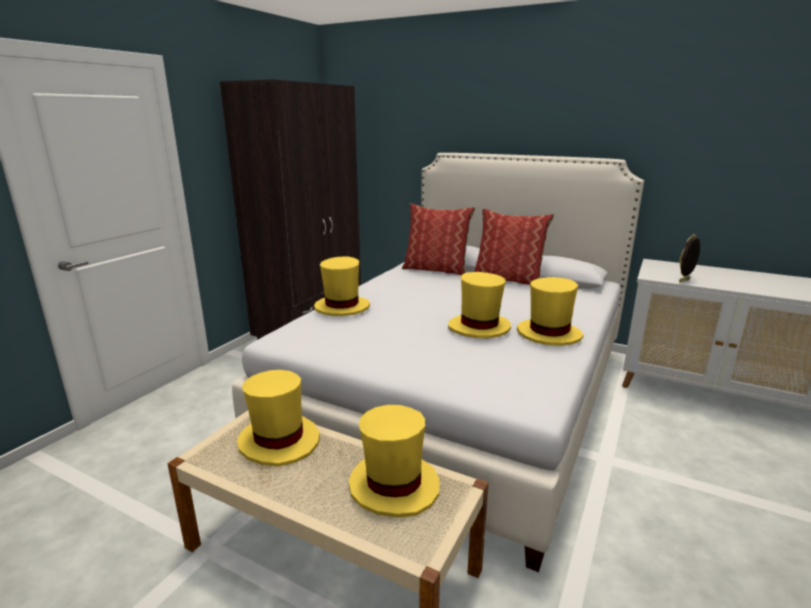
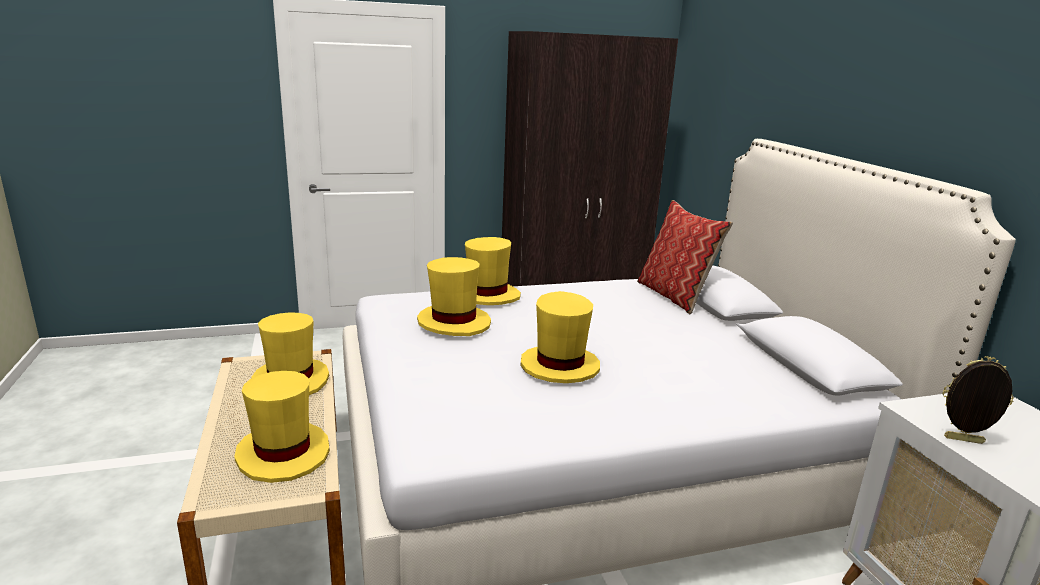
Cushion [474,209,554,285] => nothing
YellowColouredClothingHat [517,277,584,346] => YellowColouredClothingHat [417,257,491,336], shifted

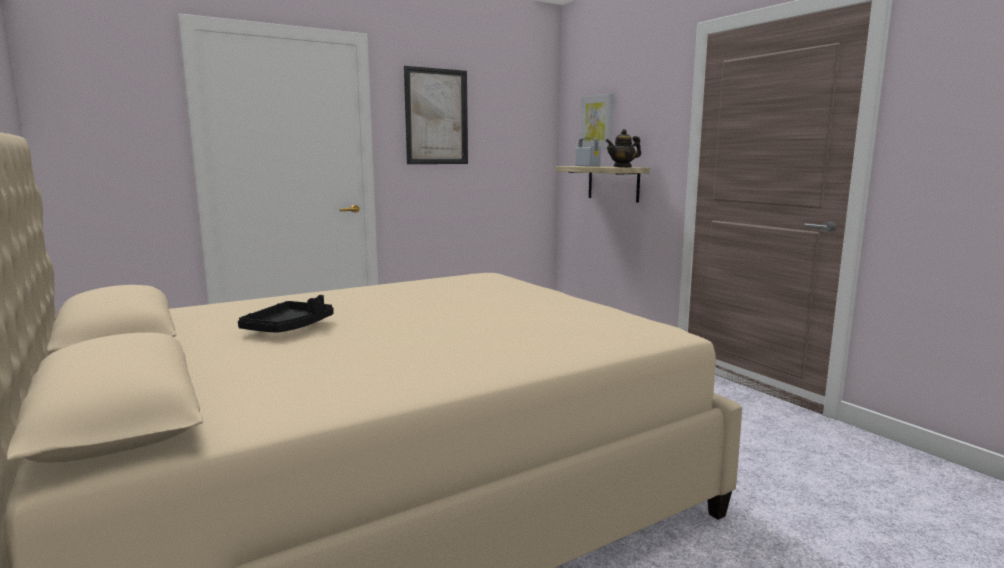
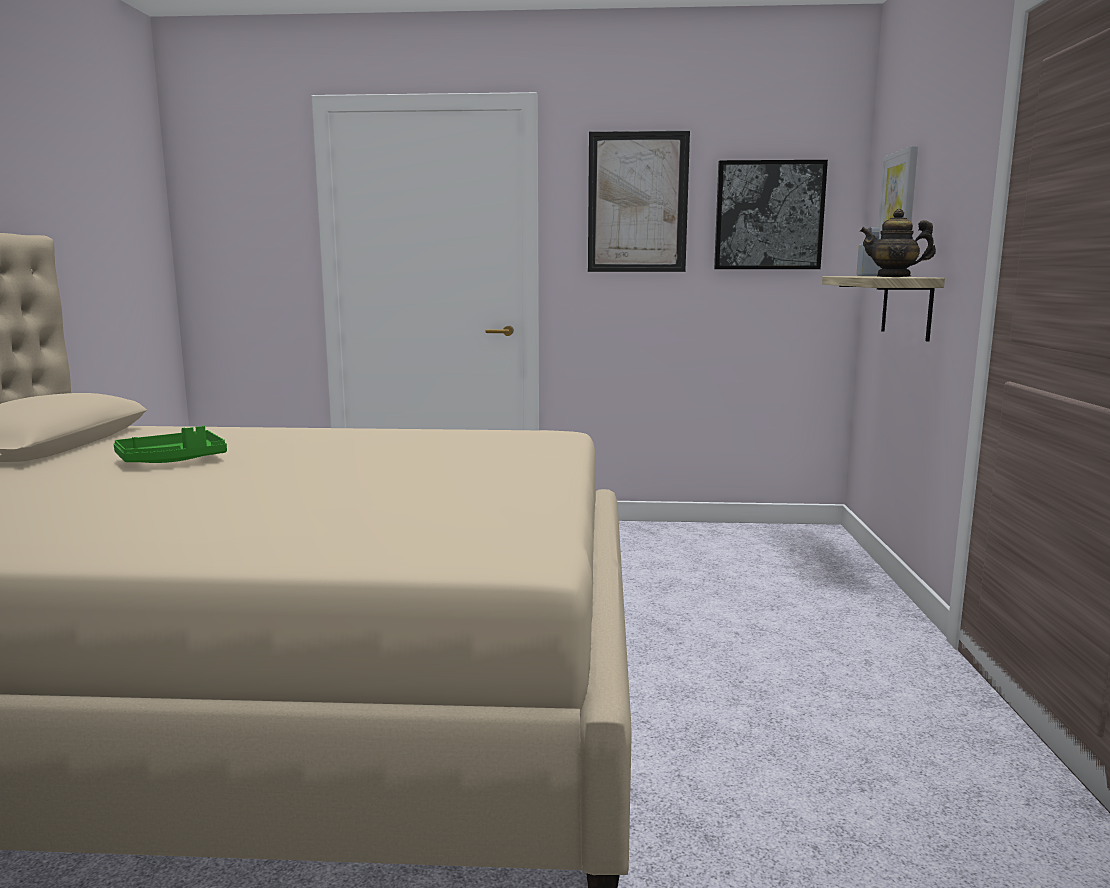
BlackishTray [238,295,334,333] => GreenColouredTray [114,426,227,463]
nothing => Picture [714,160,828,269]

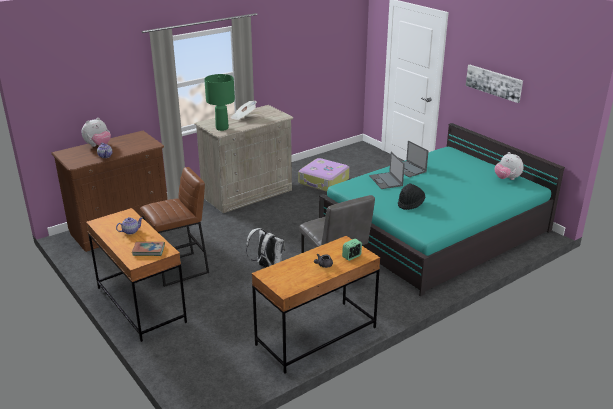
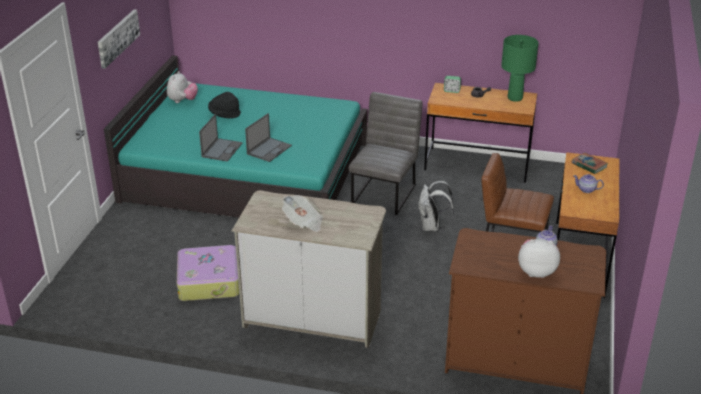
GreenColouredTabletopLamp [204,74,235,131] => GreenColouredTabletopLamp [501,35,539,102], shifted
BlackishClothingHat [398,184,425,210] => BlackishClothingHat [208,92,241,118], shifted

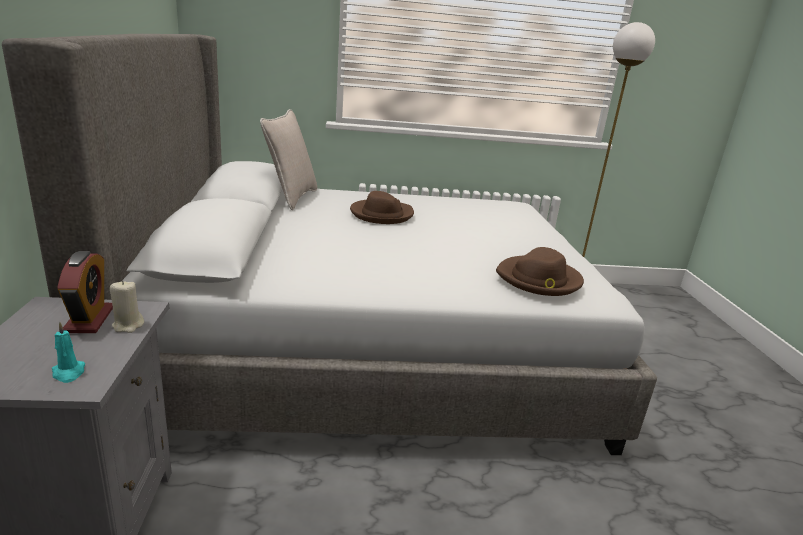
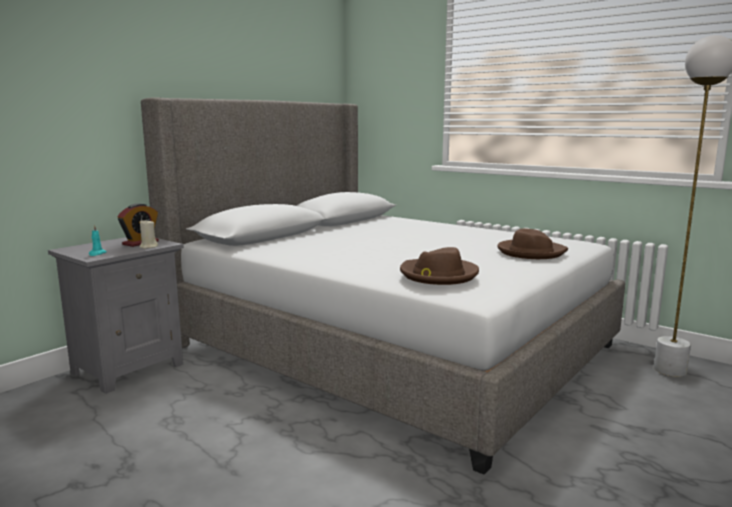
BeigeCushion [260,109,317,210] => nothing
BrownishClothingHat [350,191,414,224] => BrownishClothingHat [497,228,568,259], shifted

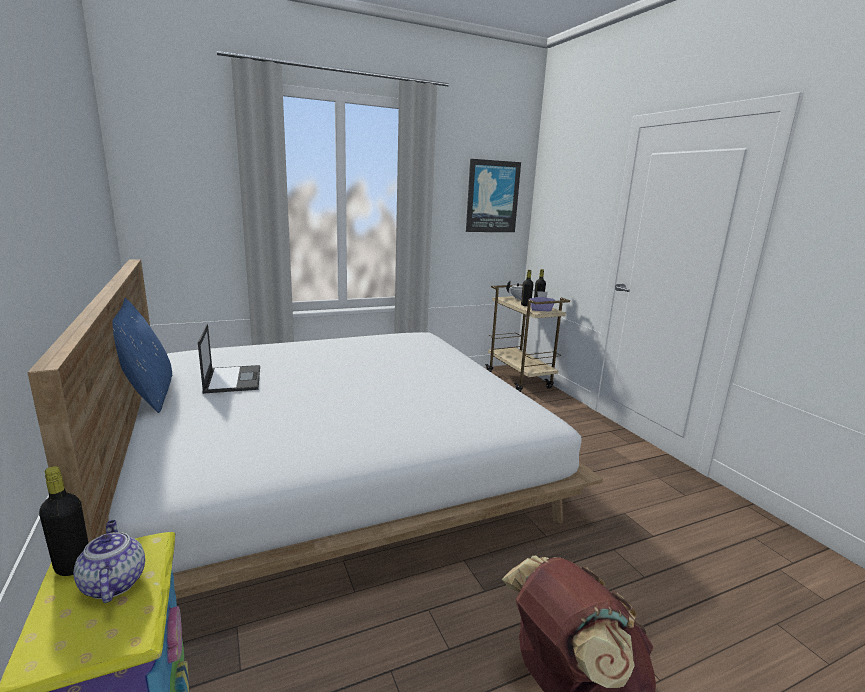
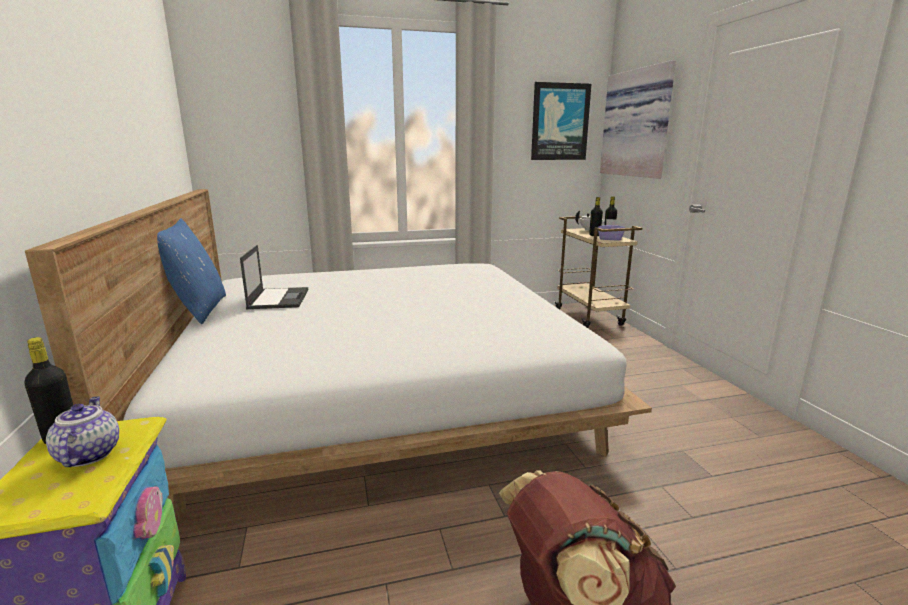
nothing => Picture [600,60,676,179]

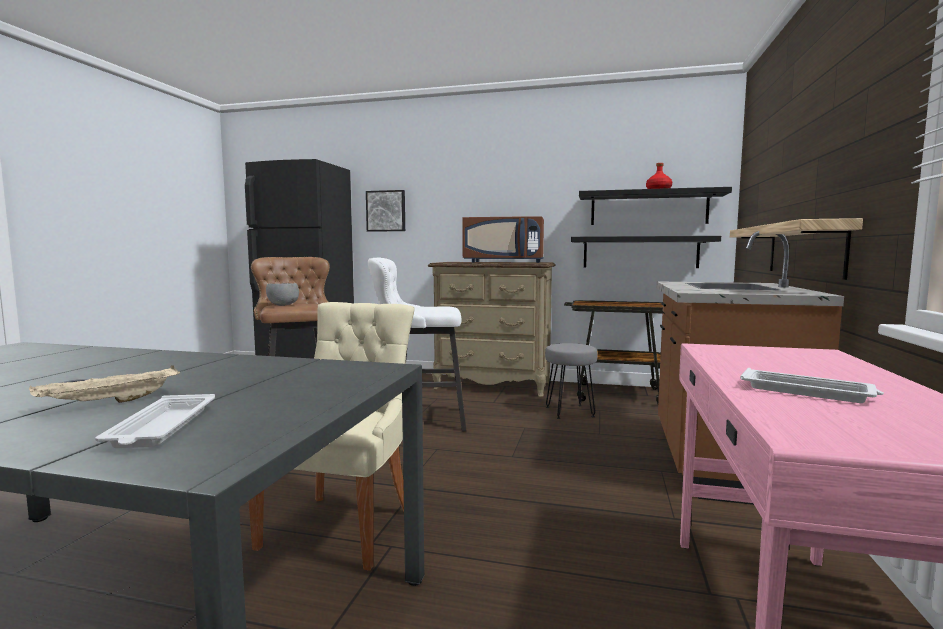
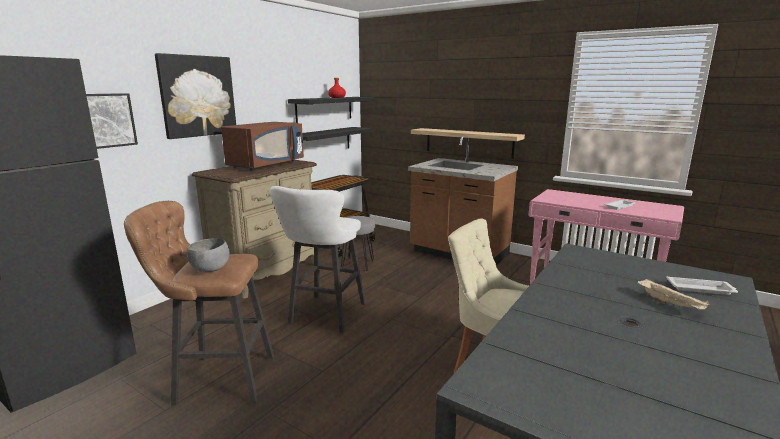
nothing => Picture [155,53,236,139]

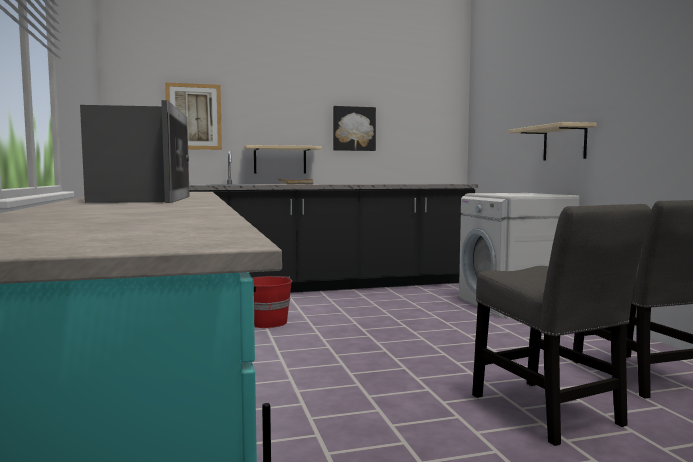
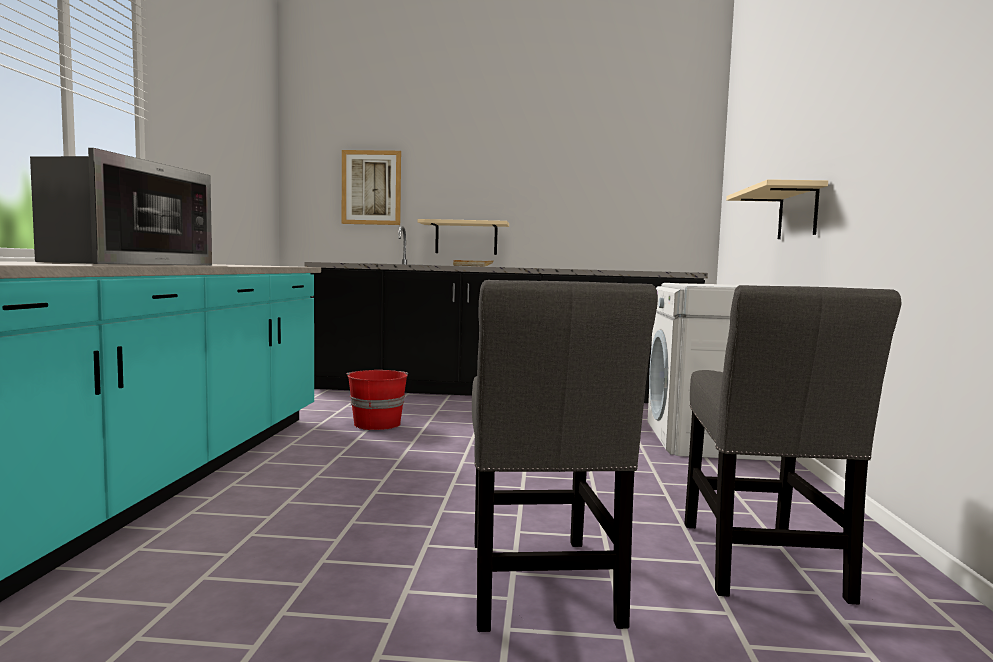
Picture [333,106,376,151] => nothing

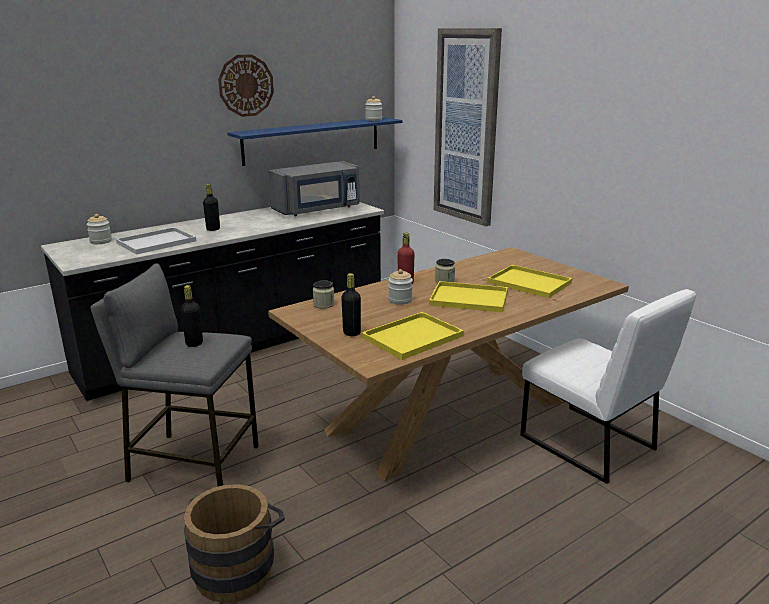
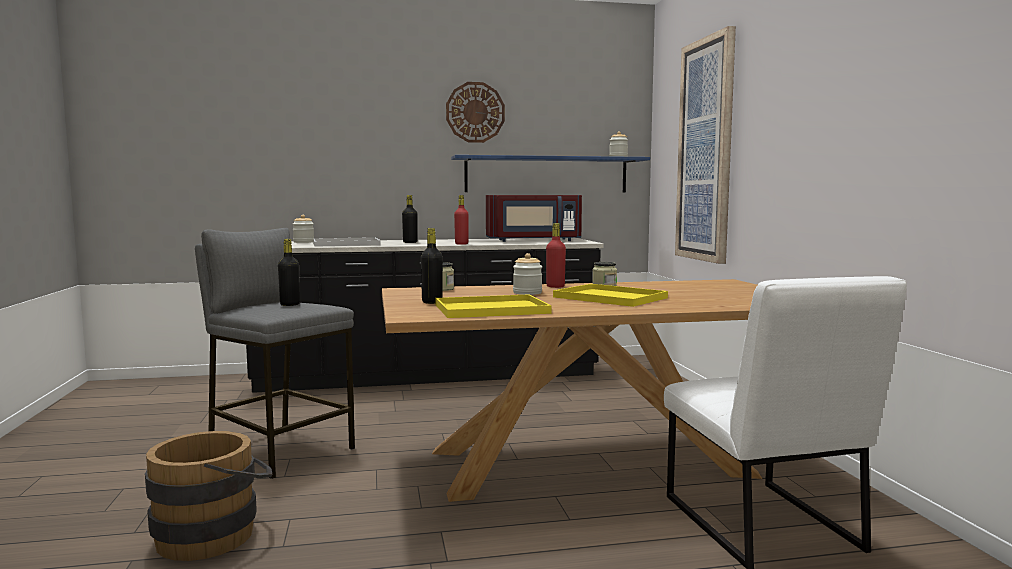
GreyishMicrowaveOven [268,161,360,216] => RedMicrowaveOven [486,195,582,242]
YellowColouredTray [487,265,572,298] => nothing
nothing => RedBottle [454,195,469,245]

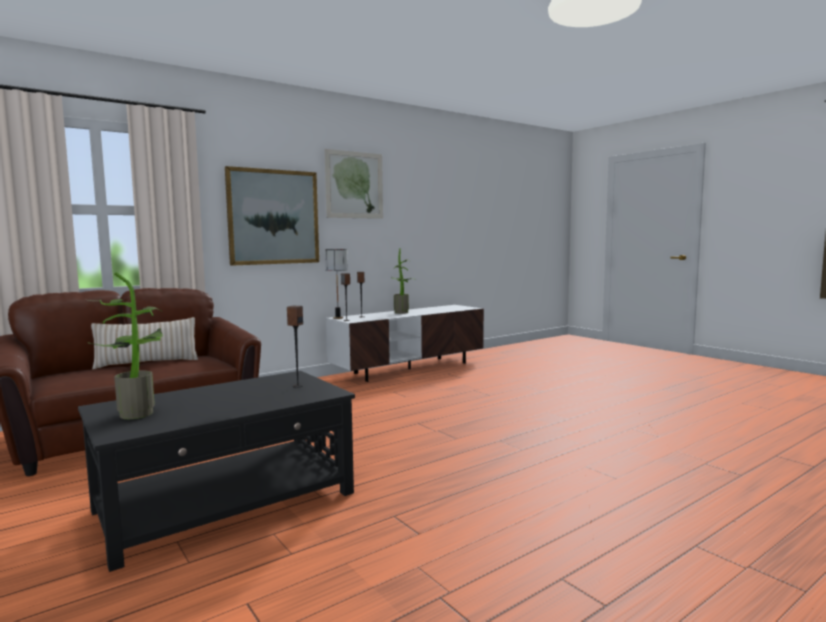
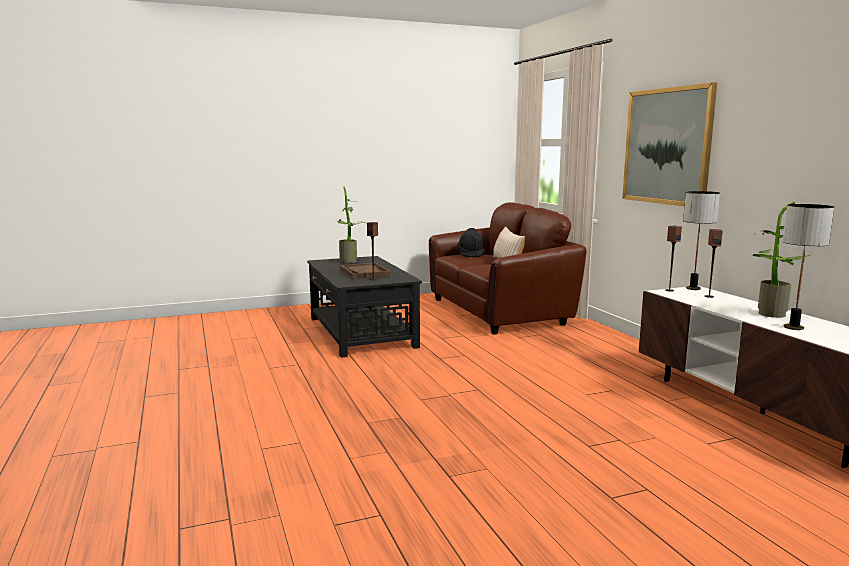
Picture [324,149,383,219] => nothing
nothing => TabletopLamp [782,204,834,330]
nothing => BlackishClothingHat [457,228,485,258]
nothing => BrownishTray [340,263,391,279]

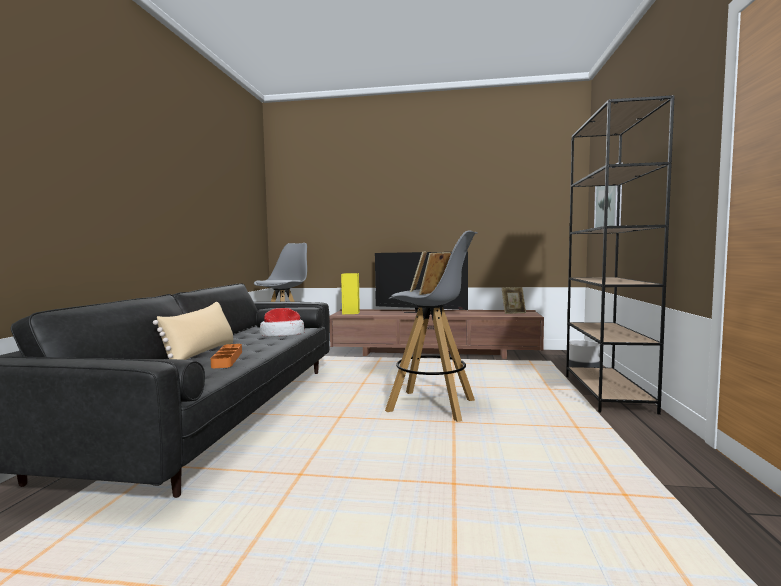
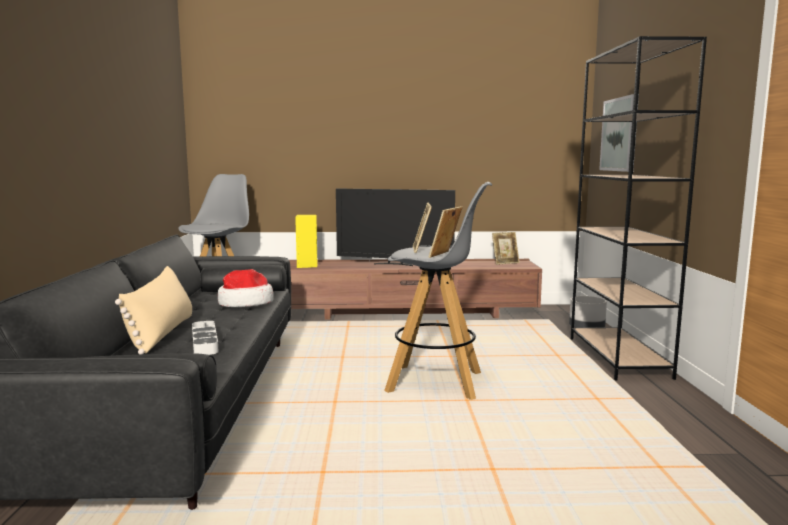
OrangeTray [211,344,242,368] => GreyishTray [192,321,219,355]

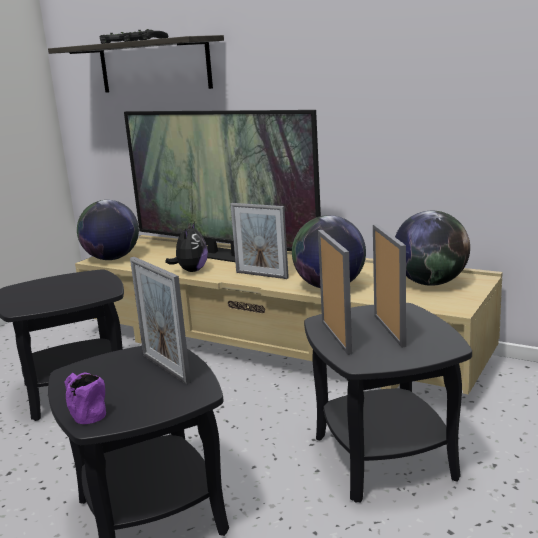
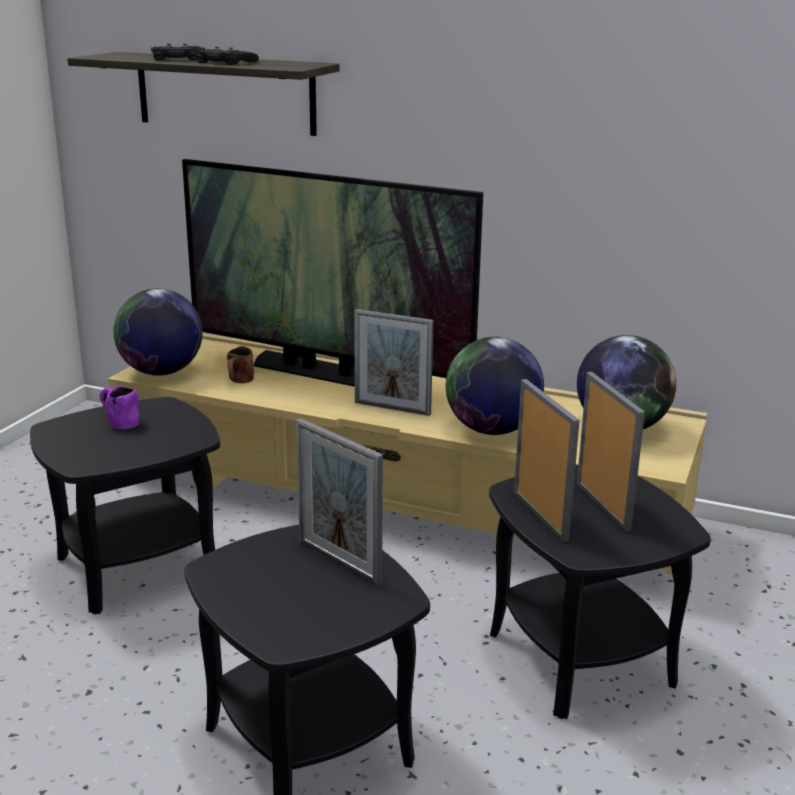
PlushToy [165,222,208,272] => nothing
PurpleColouredMug [64,372,106,424] => PurpleColouredMug [99,385,139,430], shifted
nothing => BrownishMug [227,346,254,383]

